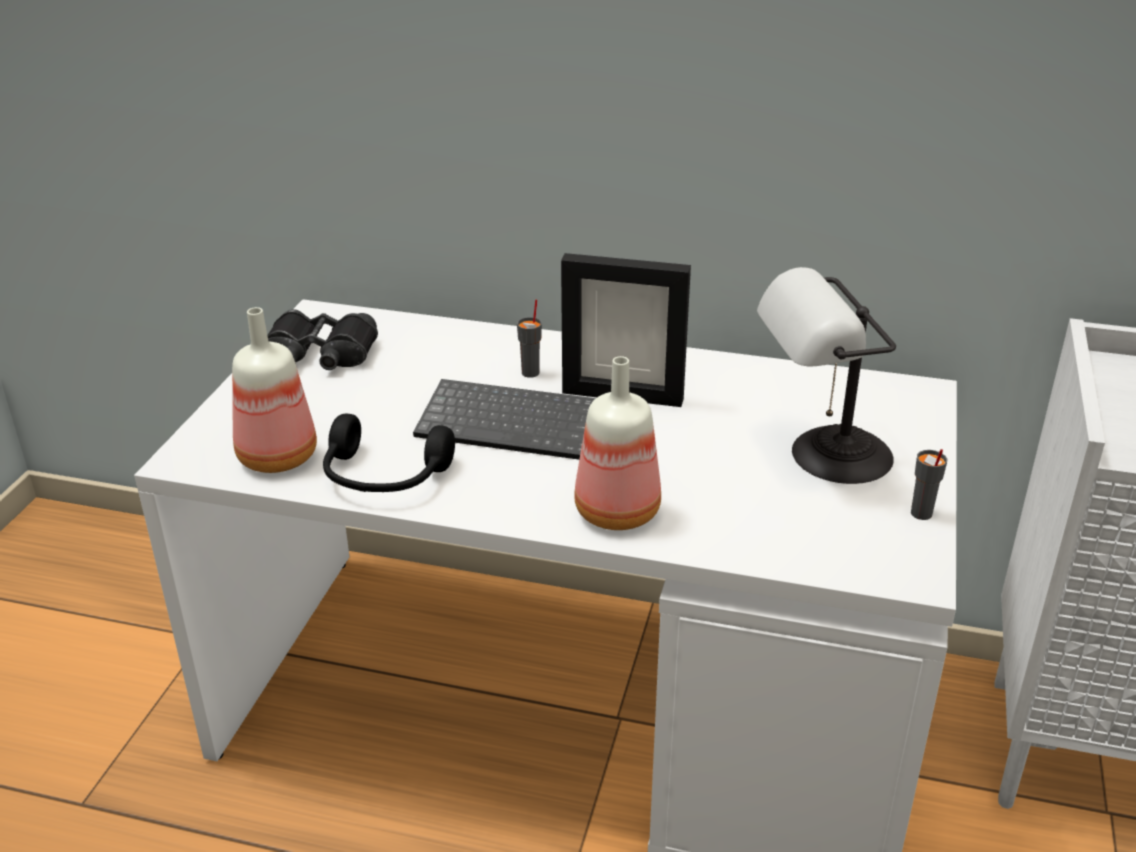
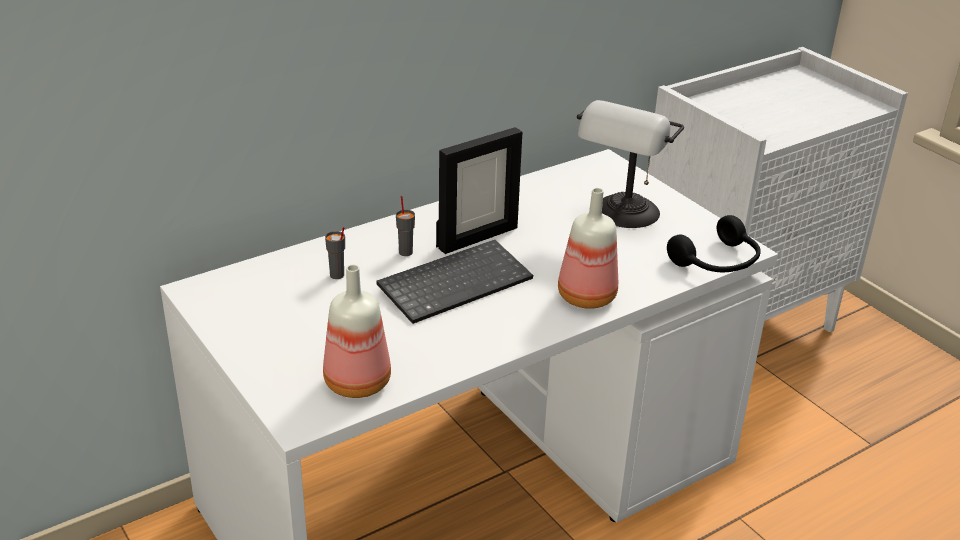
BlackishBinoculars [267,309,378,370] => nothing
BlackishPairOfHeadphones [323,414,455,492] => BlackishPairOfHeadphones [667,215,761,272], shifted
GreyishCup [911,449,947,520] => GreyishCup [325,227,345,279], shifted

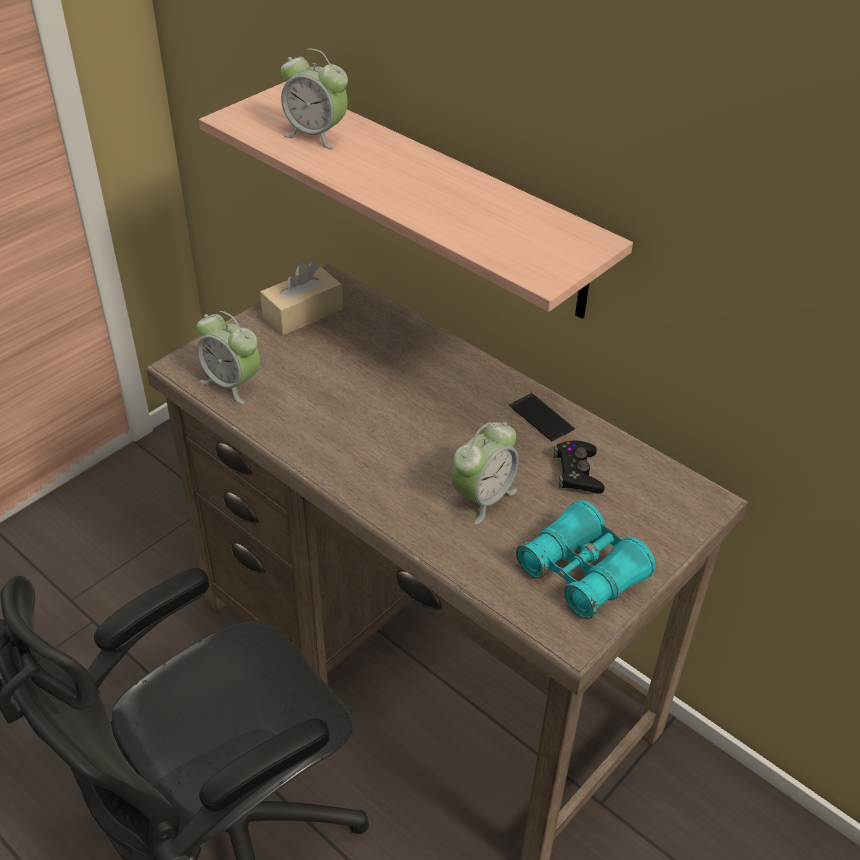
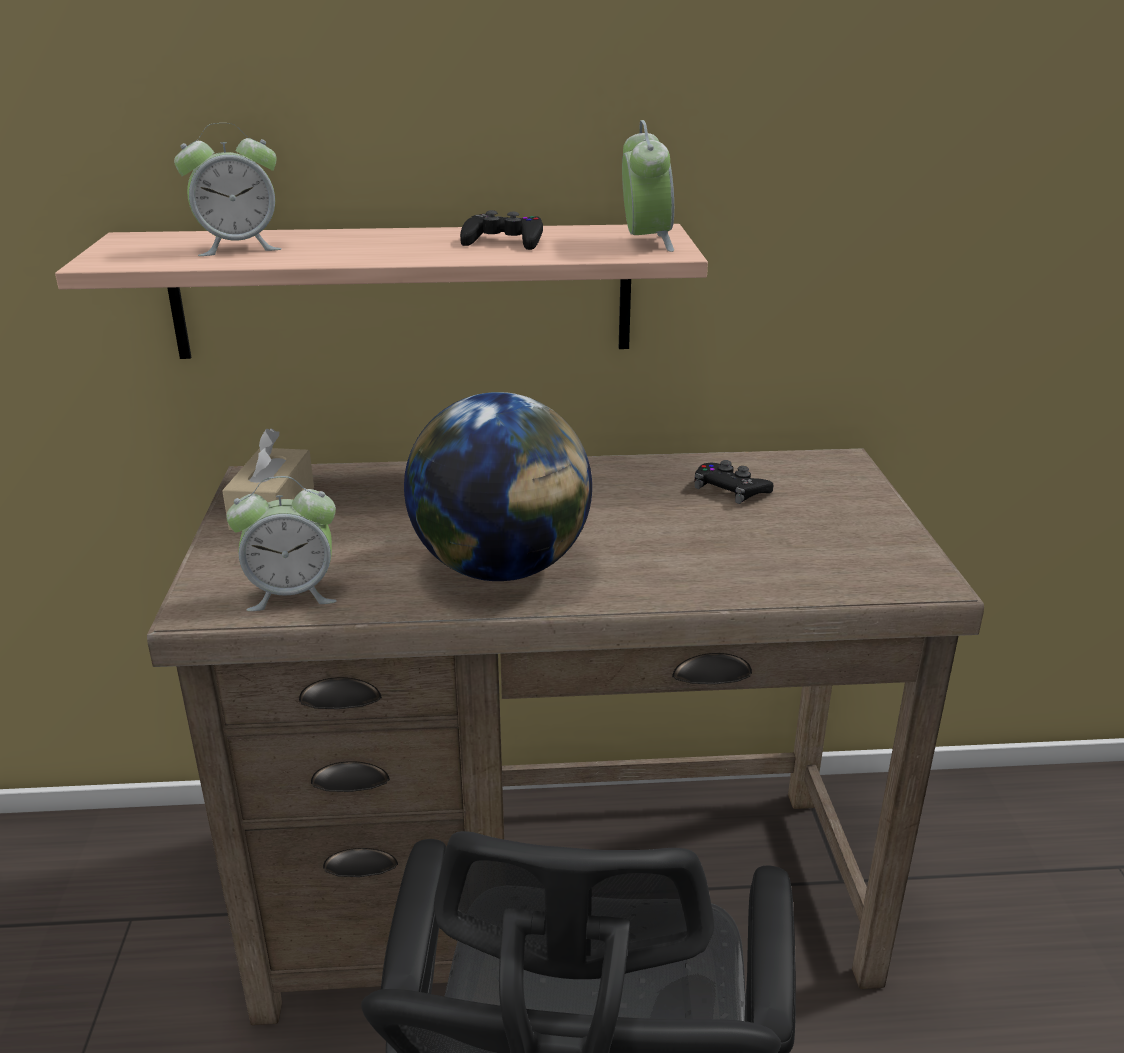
Telephone [509,393,575,442] => nothing
AlarmClock [452,422,519,524] => AlarmClock [622,120,674,252], shifted
TurquoiseColouredBinoculars [516,500,656,619] => nothing
nothing => BlackishGamepad [460,210,543,250]
nothing => WorldGlobe [404,392,592,581]

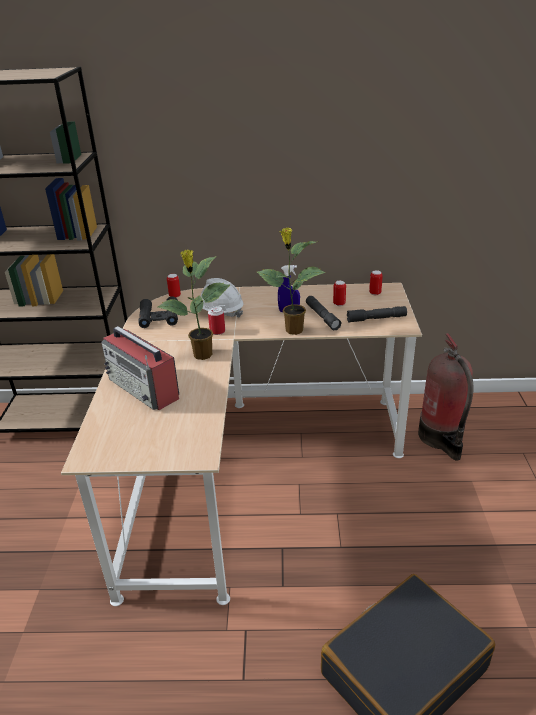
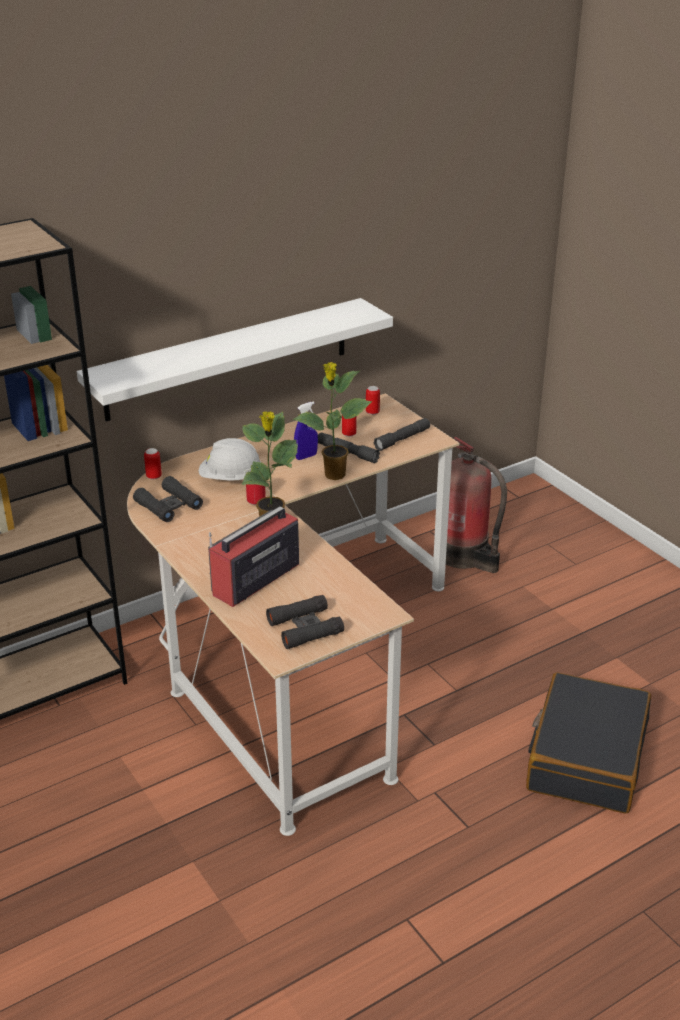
RadioSet [101,326,179,410] => RadioSet [208,506,299,607], 120 degrees clockwise
nothing => WhitishWallShelf [77,298,393,421]
nothing => BlackishBinoculars [266,595,344,649]

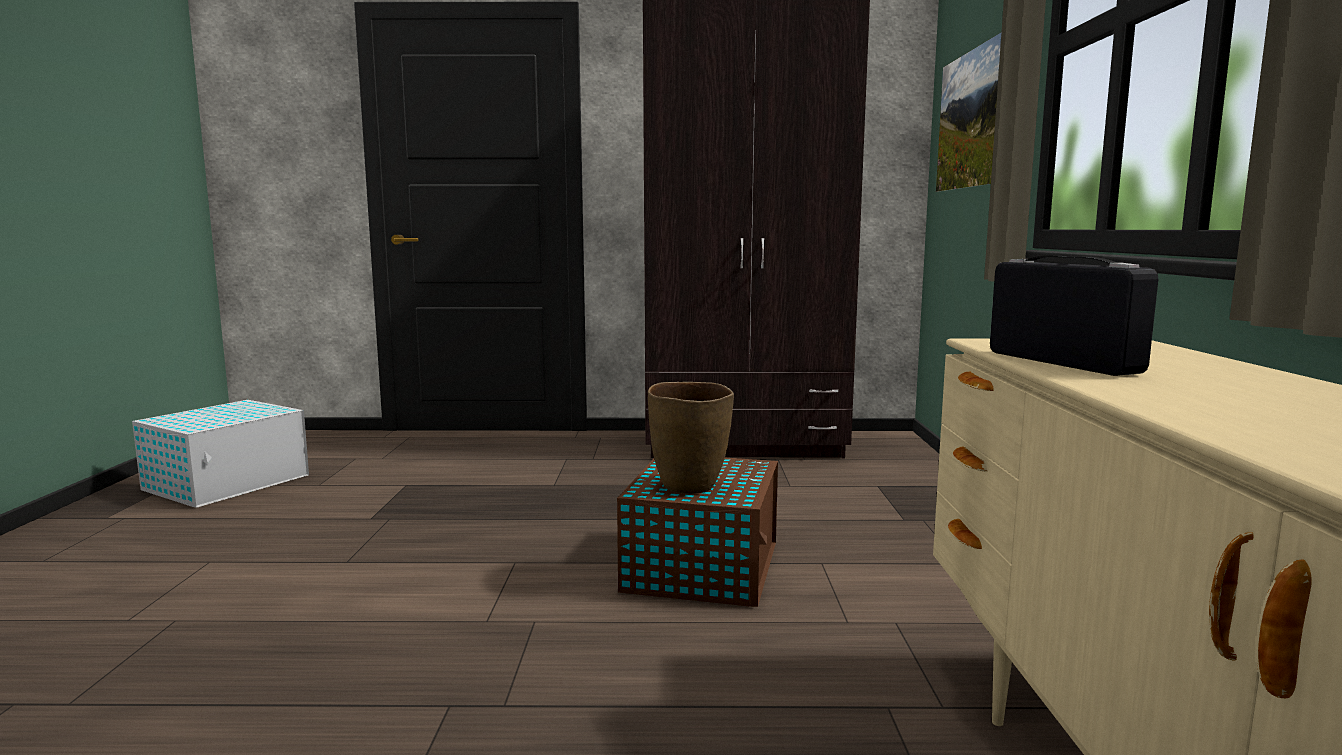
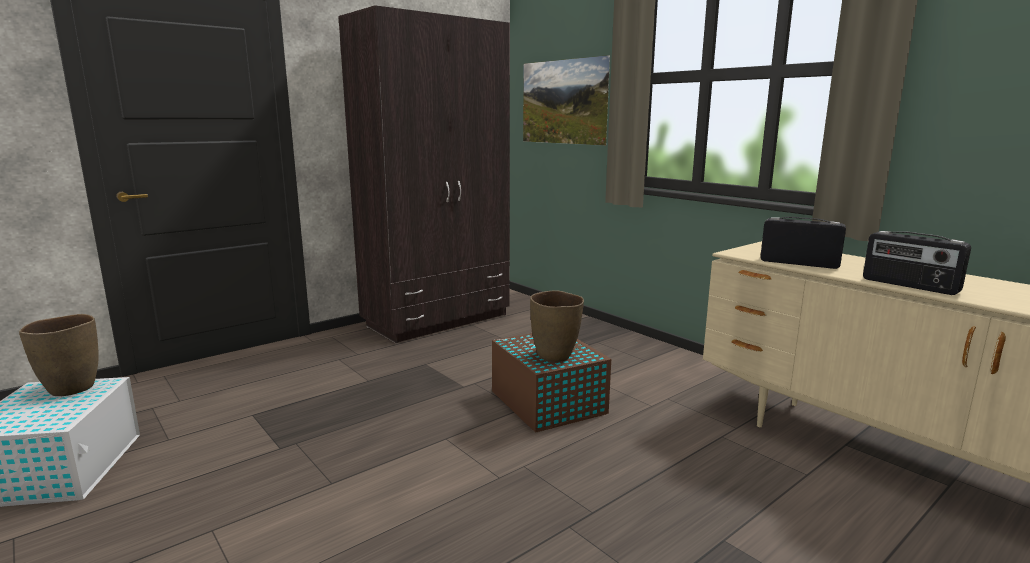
nothing => RadioSet [863,231,971,295]
nothing => BrownishDecorativeVase [19,314,99,396]

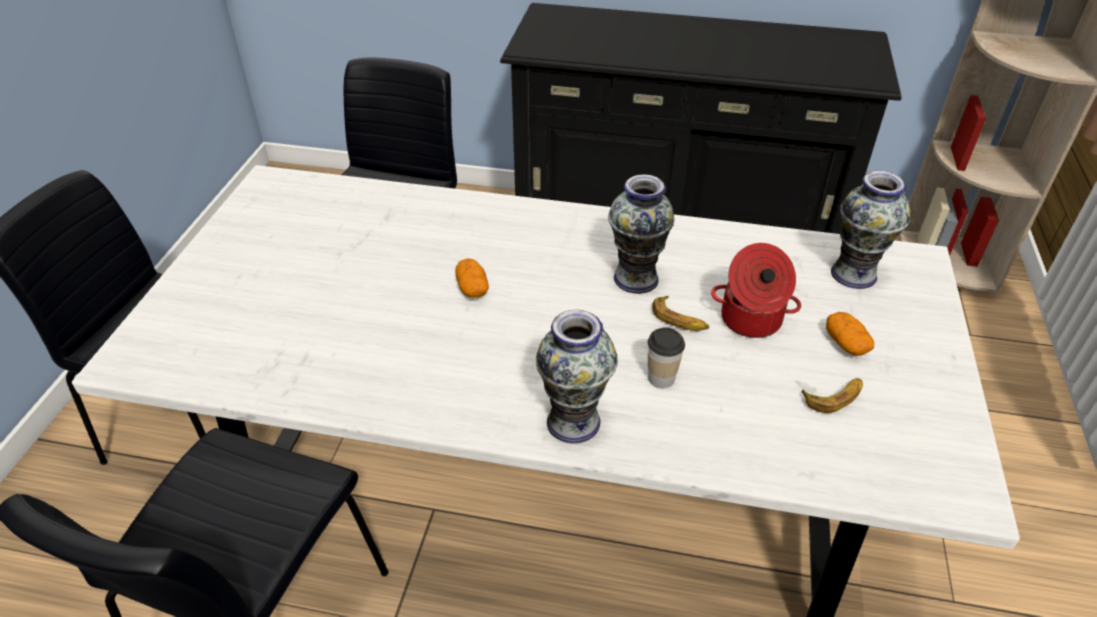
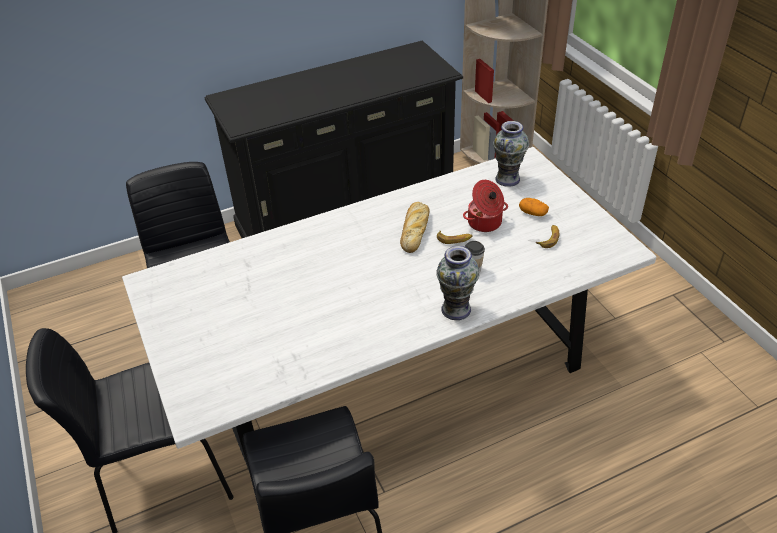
DecorativeVase [608,175,674,294] => BakedBread [400,202,430,253]
WholePotato [455,258,489,298] => nothing

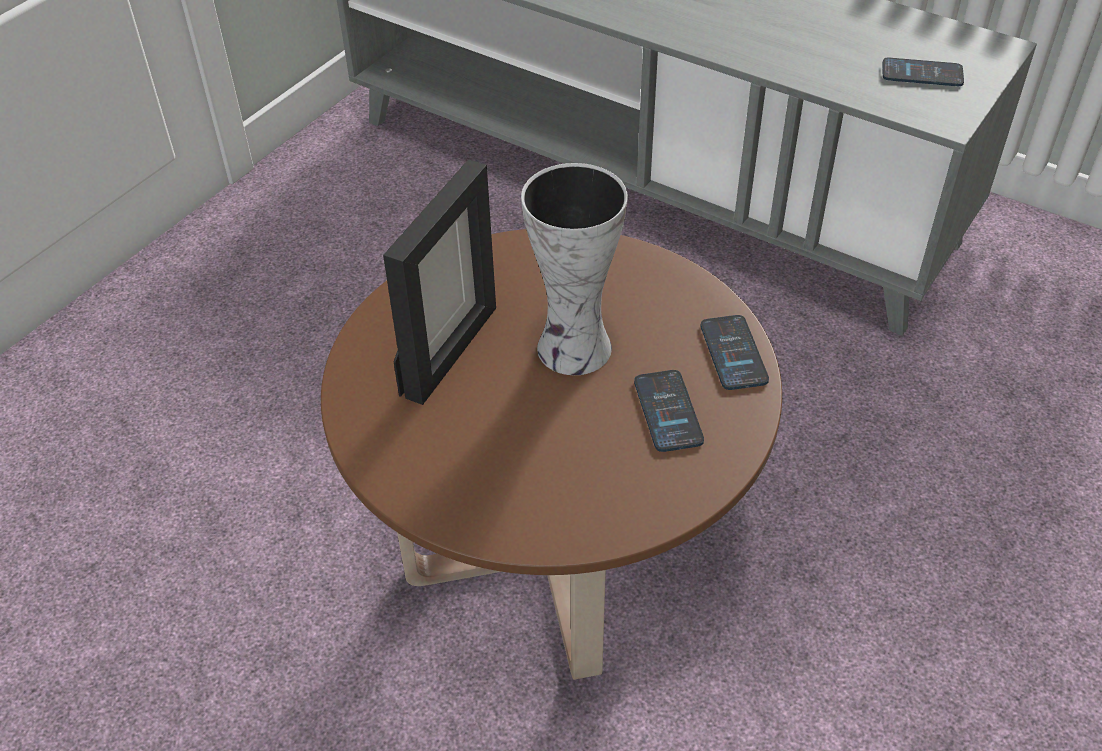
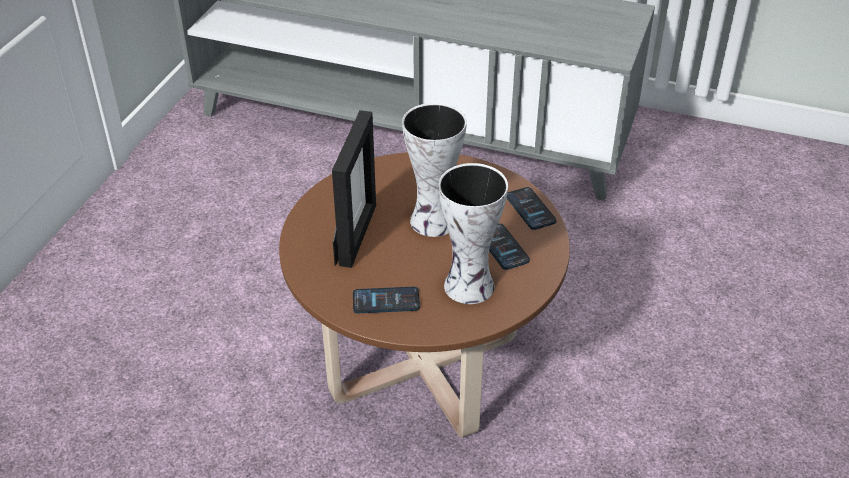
Telephone [883,57,964,86] => Telephone [353,287,420,313], shifted
nothing => DecorativeVase [439,163,508,304]

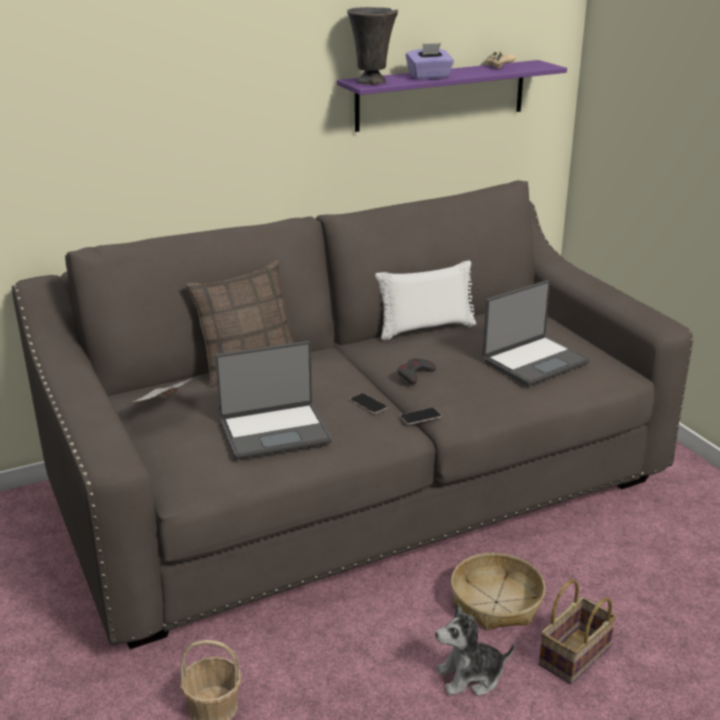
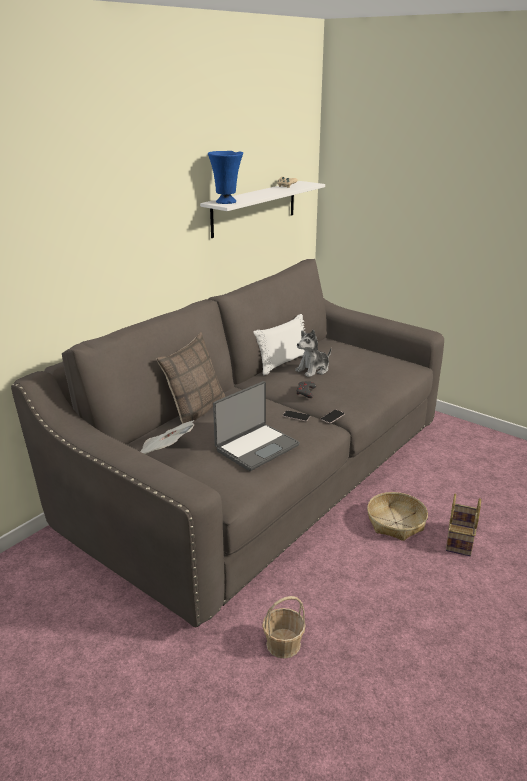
GreyishDecorativeVase [347,7,398,84] => BluishDecorativeVase [208,151,243,204]
PurpleColouredTissueHolder [406,43,454,80] => nothing
PurpleColouredWallShelf [337,60,567,132] => WhitishWallShelf [200,181,325,238]
Laptop [482,280,590,386] => nothing
PlushToy [435,603,515,696] => PlushToy [295,330,331,377], shifted

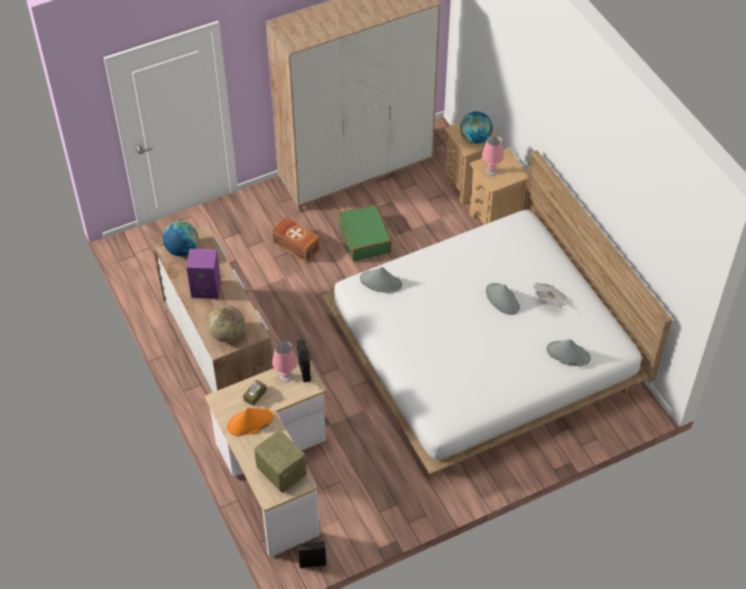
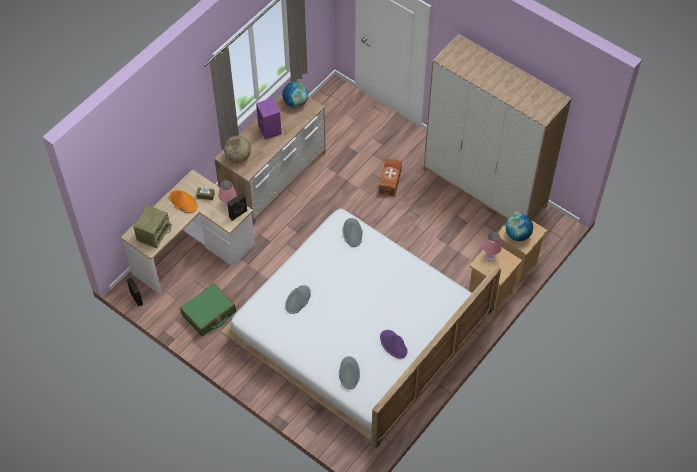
GreenColouredTravelCase [339,205,392,261] => GreenColouredTravelCase [180,283,236,336], shifted
GreyishClothingHat [486,283,520,315] => GreyishClothingHat [285,285,311,314], shifted
Newspaper [533,283,569,307] => PurpleColouredClothingHat [380,330,408,359]

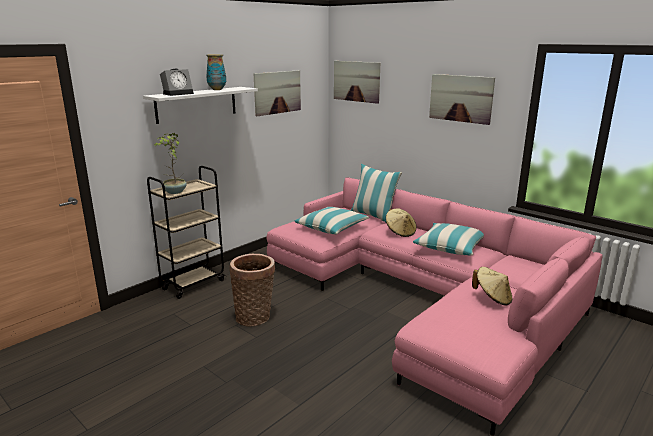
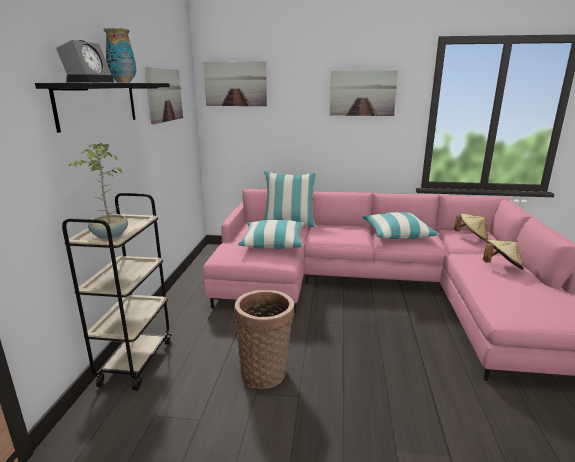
WhitishWallShelf [143,87,258,124] => BlackishWallShelf [35,83,170,133]
BeigeClothingHat [386,209,416,237] => BeigeClothingHat [454,213,488,241], shifted

